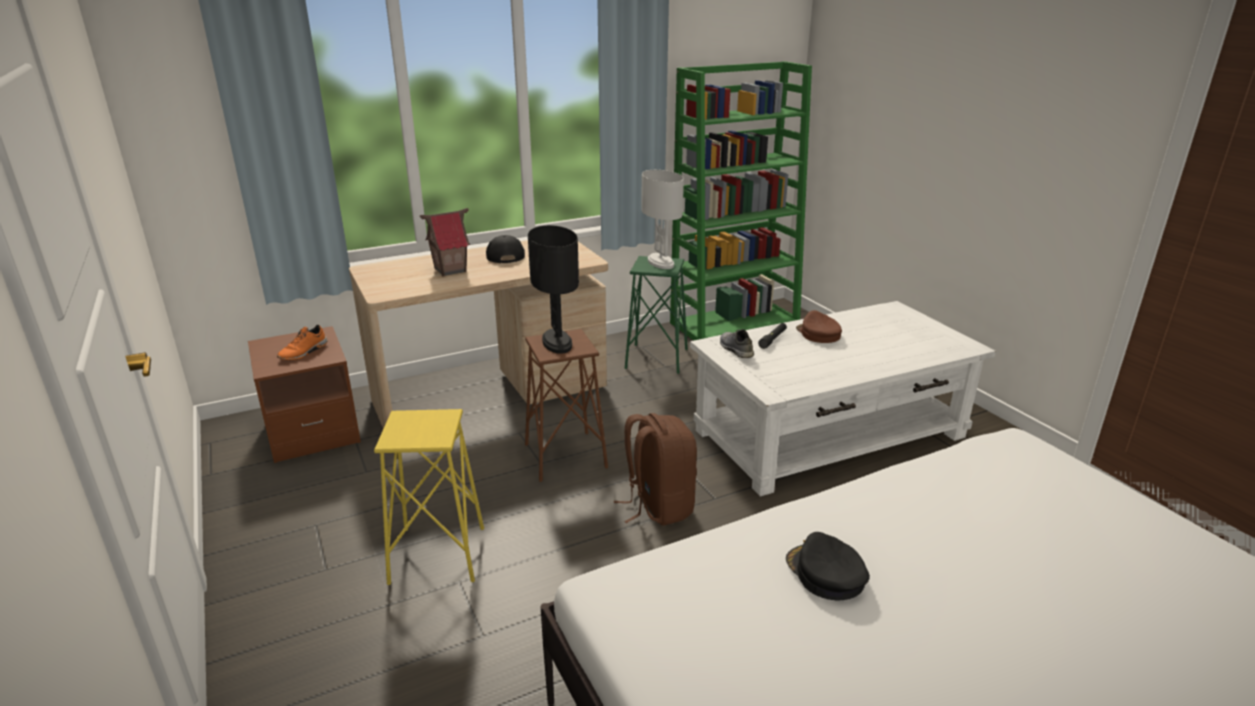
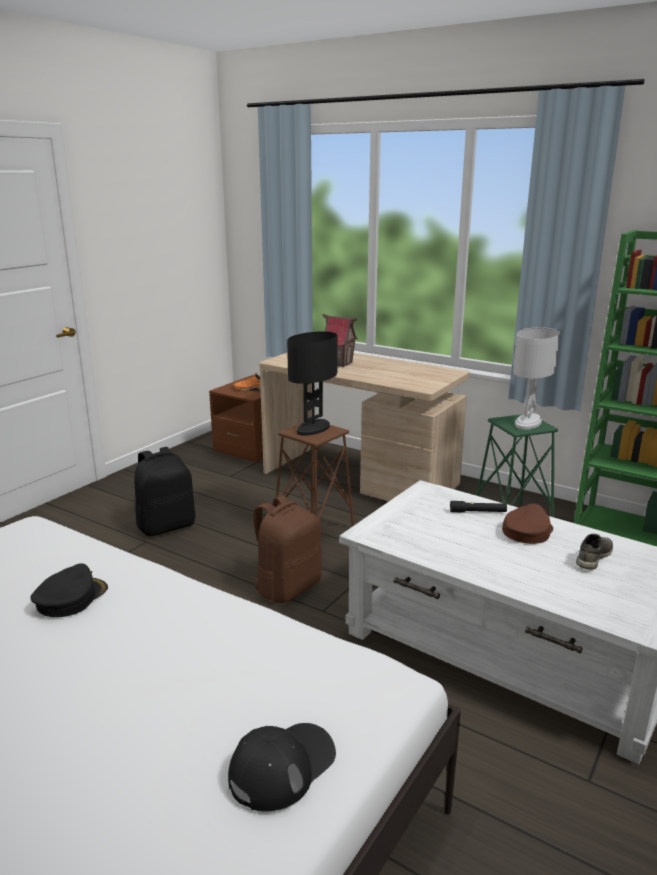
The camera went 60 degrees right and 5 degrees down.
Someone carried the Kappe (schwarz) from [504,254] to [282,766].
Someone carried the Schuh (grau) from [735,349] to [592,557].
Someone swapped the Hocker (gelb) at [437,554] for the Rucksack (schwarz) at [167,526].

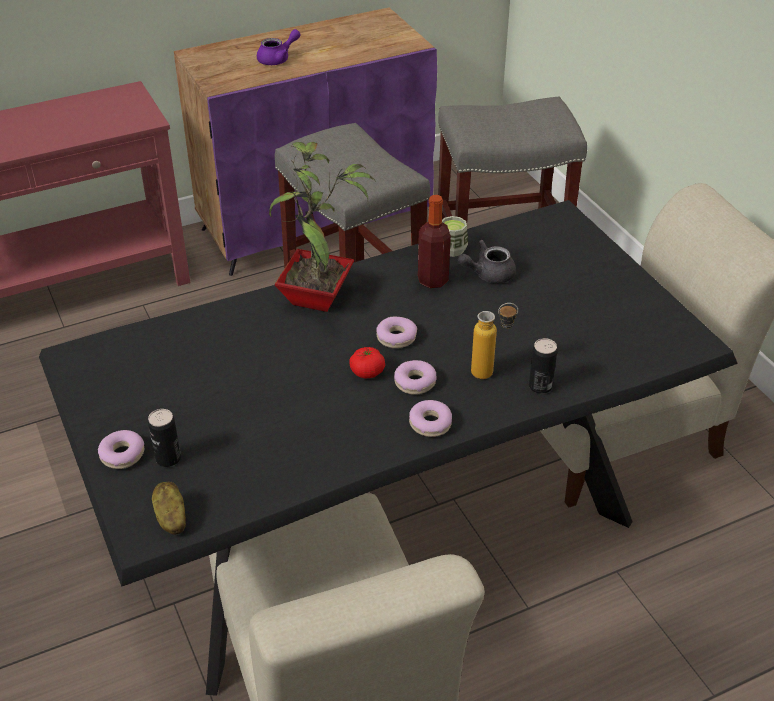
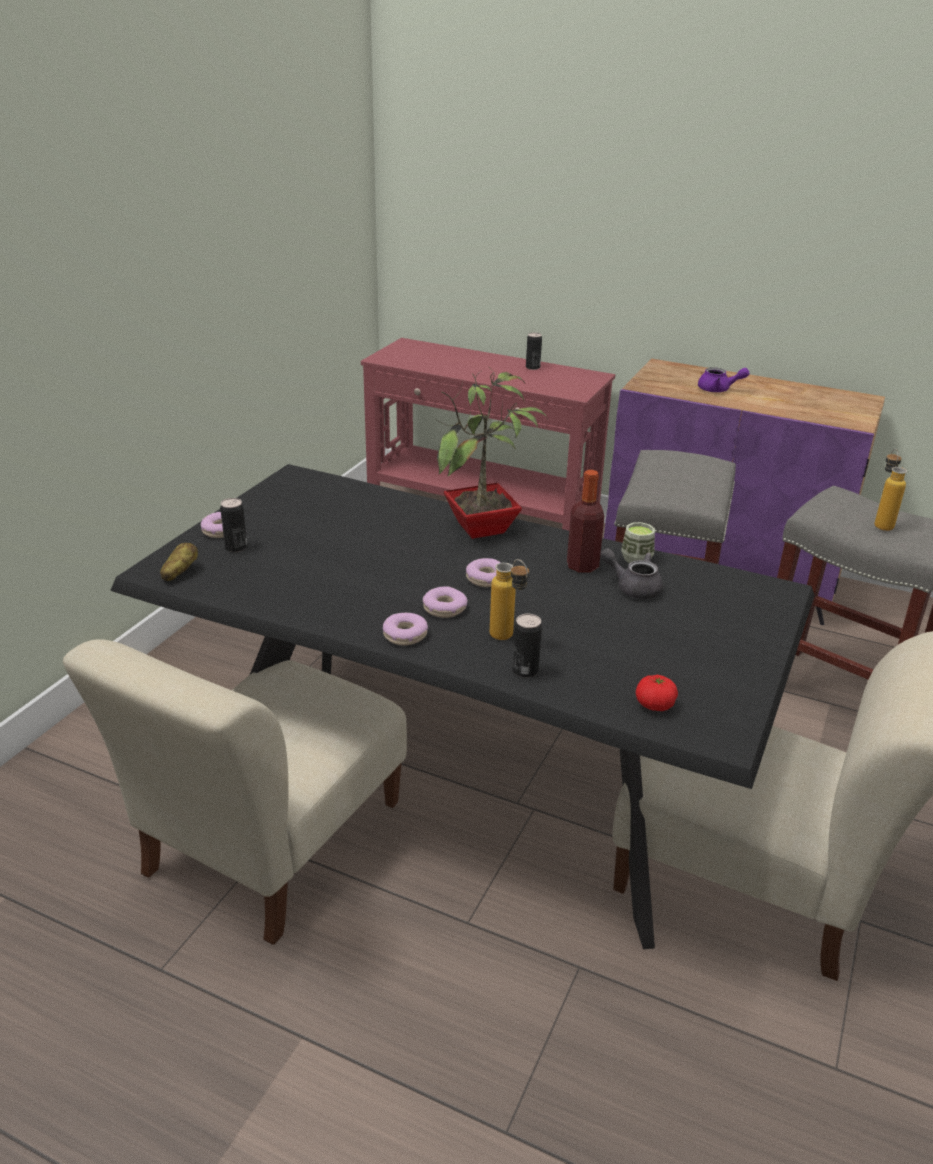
The camera went 50 degrees right and 10 degrees down.
Someone carried the Tomate from [367,372] to [654,705].
Someone put down the Dose at [532,367].
Someone put down the Flasche at [881,523].

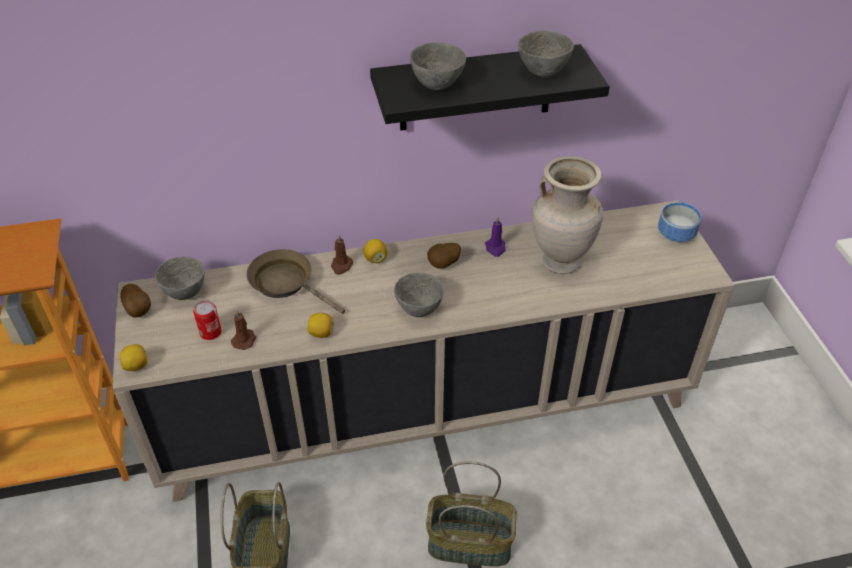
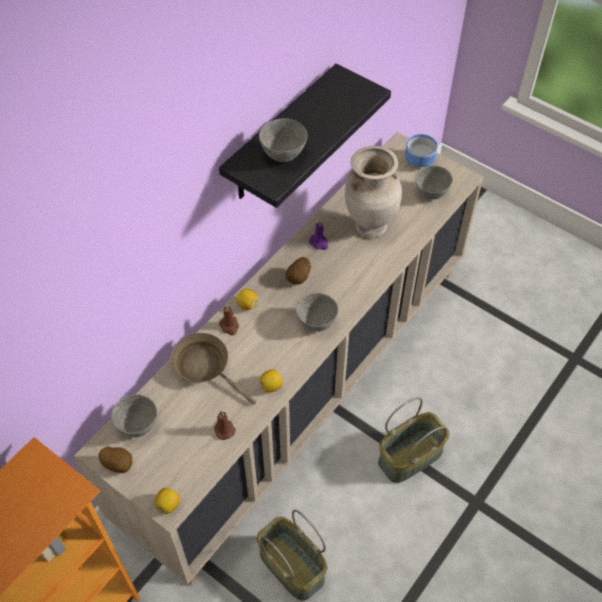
The camera went 40 degrees left and 10 degrees up.
Someone carried the Schüssel (grau) from [543,73] to [431,194].
Someone rotated the Pfanne (braun) at [286,283] by 45 degrees clockwise.
Someone took away the Dose at [210,332].

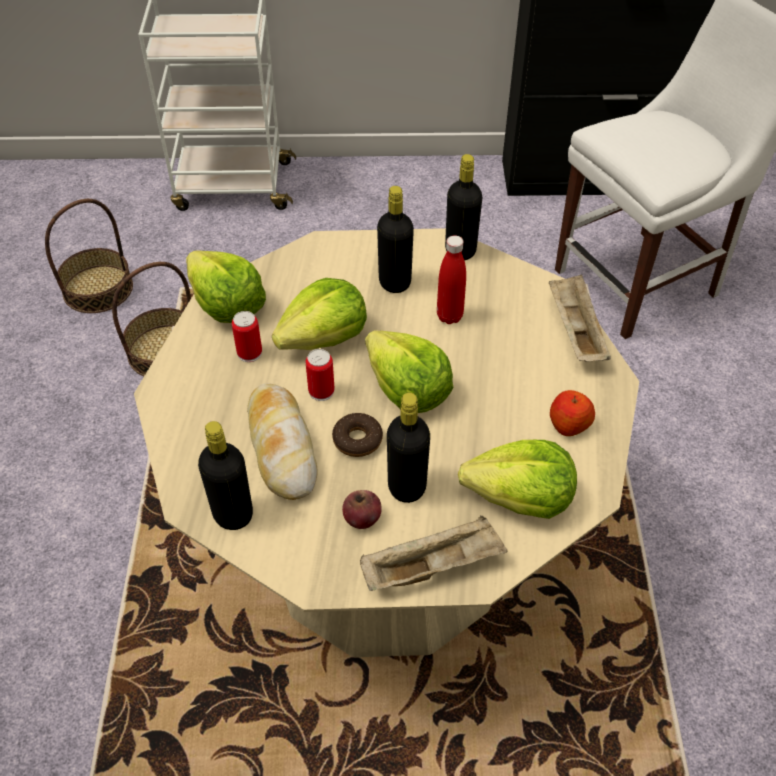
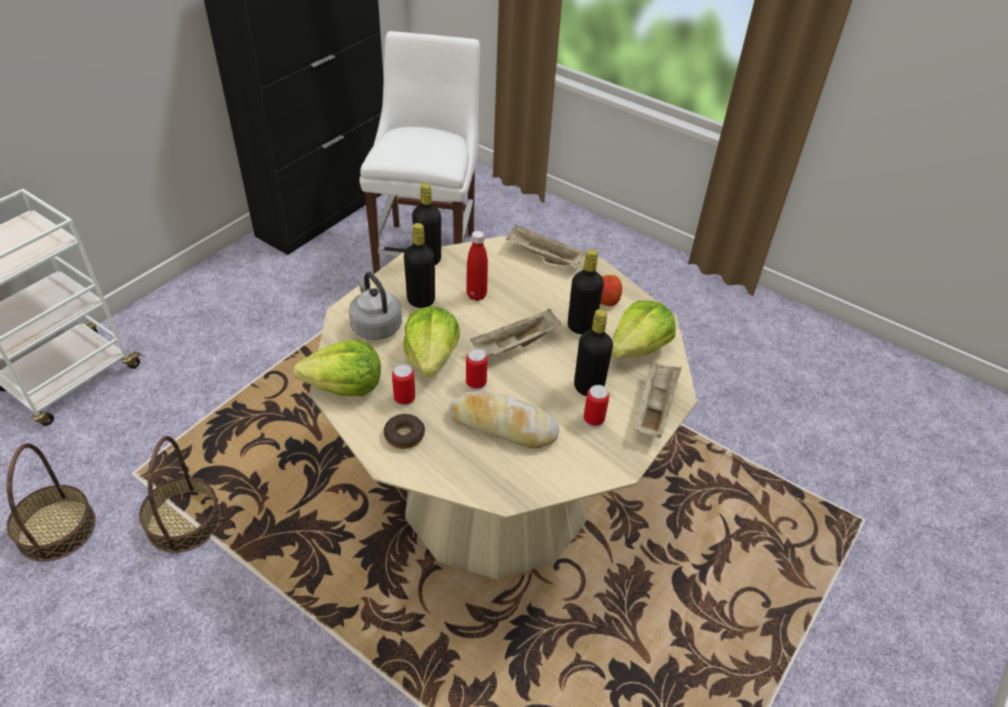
The camera went 55 degrees left and 5 degrees down.
Someone swapped the Salatkopf at [407,390] for the Tablett (beige) at [515,346].
Someone carried the Donut from [357,440] to [404,435].
Someone carried the Flasche (schwarz) from [233,514] to [581,326].
Someone swapped the Apfel at [362,518] for the Dose at [593,419].
Someone put down the Wasserkessel (grau) at [375,325].

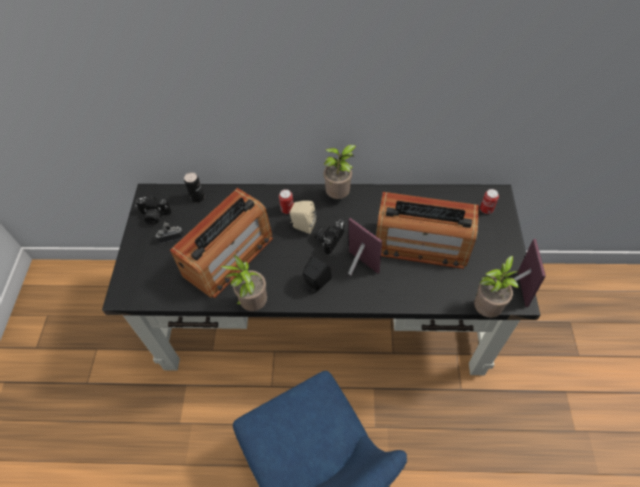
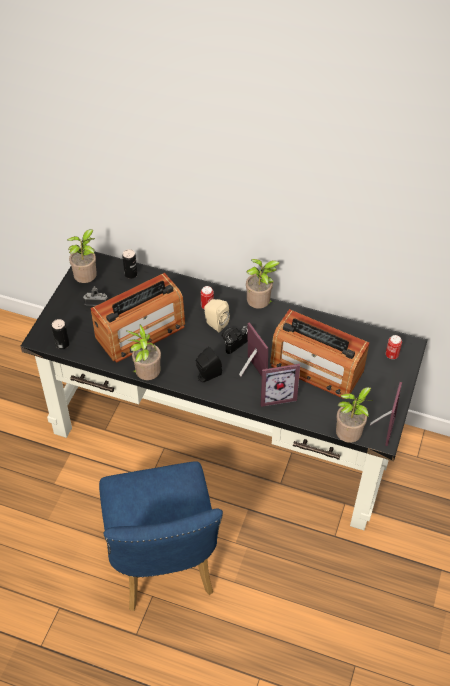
The camera went 15 degrees right and 5 degrees down.
Someone swapped the Kamera at [154,216] for the Topfpflanze at [87,280].
Someone put down the Dose at [62,344].
Someone put down the Bilderrahmen at [276,395].

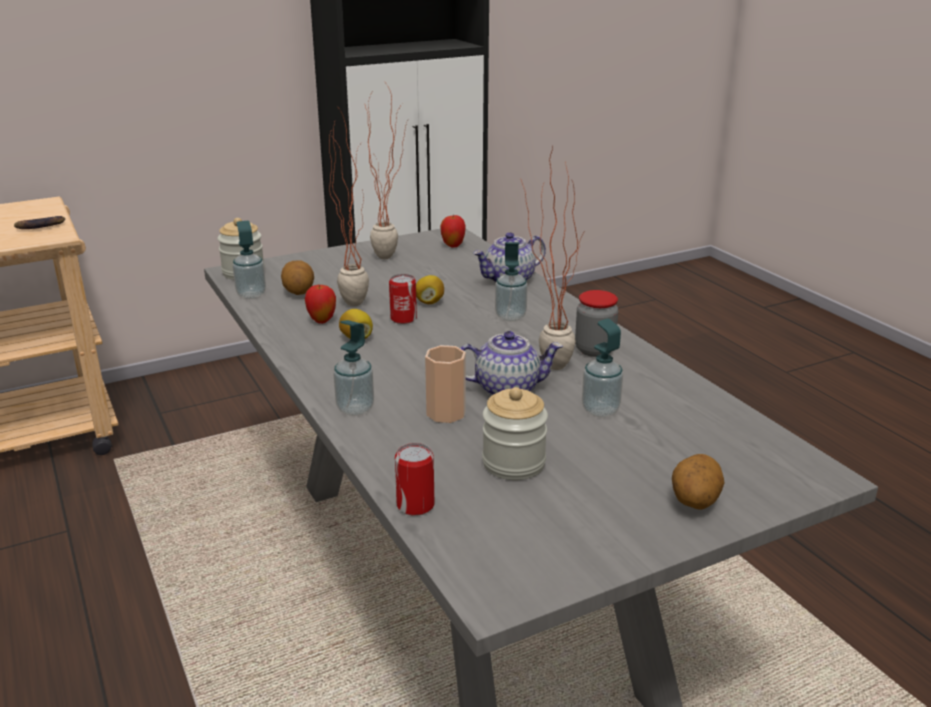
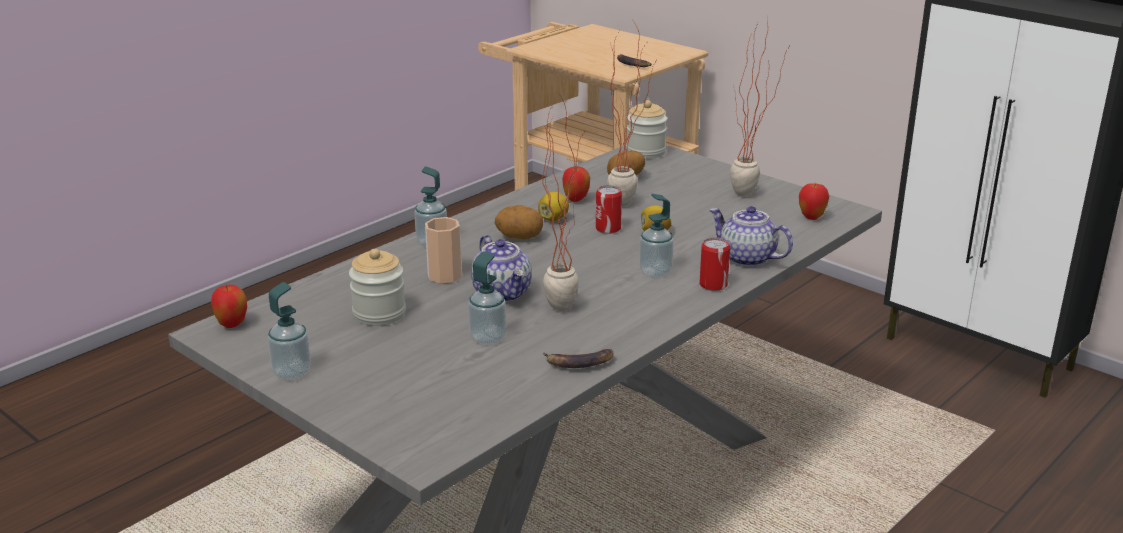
The camera went 70 degrees right and 0 degrees up.
Someone carried the Seifenspender from [251,295] to [292,372].
Someone took away the Vorratsglas at [594,350].
Someone carried the Dose from [415,505] to [713,285].
Someone carried the Kartoffel from [694,502] to [519,237].
Someone put down the Apfel at [232,325].
Someone put down the Banane at [579,362].

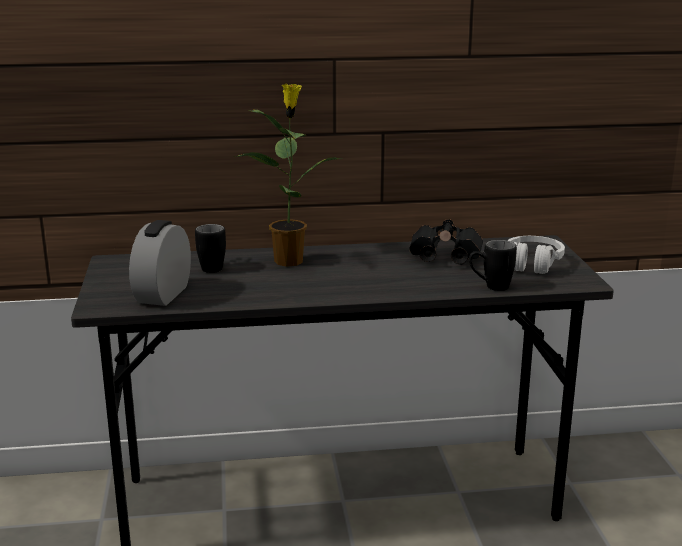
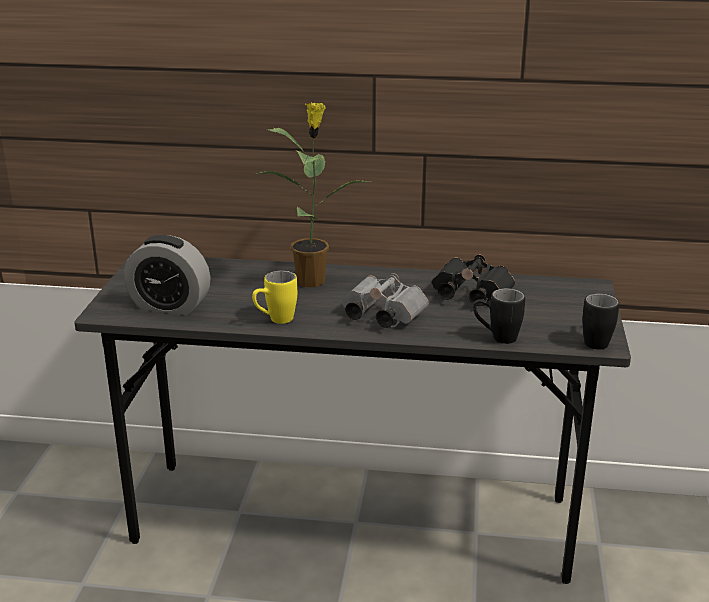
The camera went 15 degrees right and 5 degrees up.
Someone rotated the Wecker at [163,294] by 105 degrees counterclockwise.
Someone carried the Henkelbecher (schwarz) from [214,266] to [597,340].
Someone took away the Kopfhörer (weiß) at [532,264].
Someone put down the Henkelbecher (gelb) at [275,320].
Someone put down the Fernglas (grau) at [380,316].

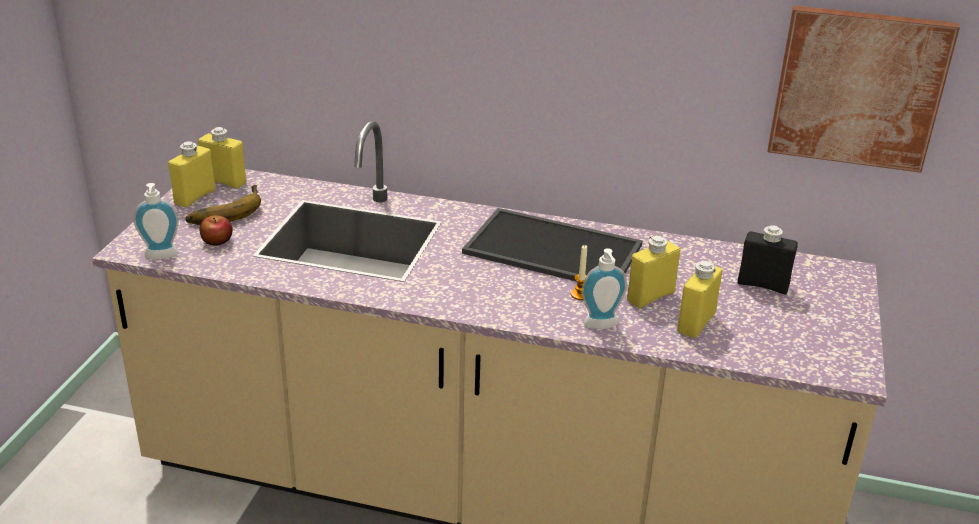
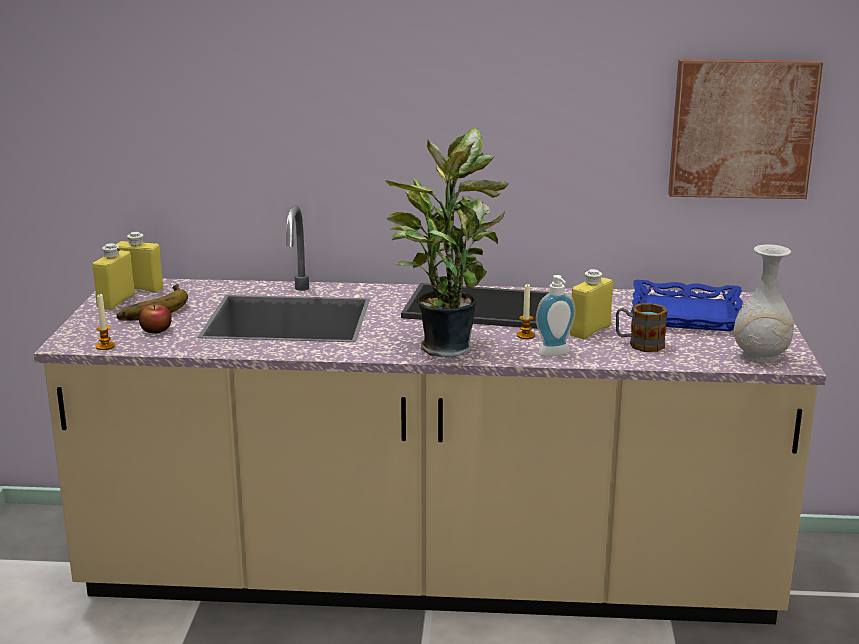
The camera went 10 degrees left and 10 degrees down.
Someone swapped the Seifenspender at [161,257] for the Kerze at [105,346].
Someone swapped the Flasche (schwarz) at [763,285] for the Tablett (blau) at [686,314].
Someone swapped the Flasche (gelb) at [696,323] for the Henkelbecher at [639,344].
Someone put down the Topfpflanze at [445,346].
Someone put down the Vase (weiß) at [760,356].

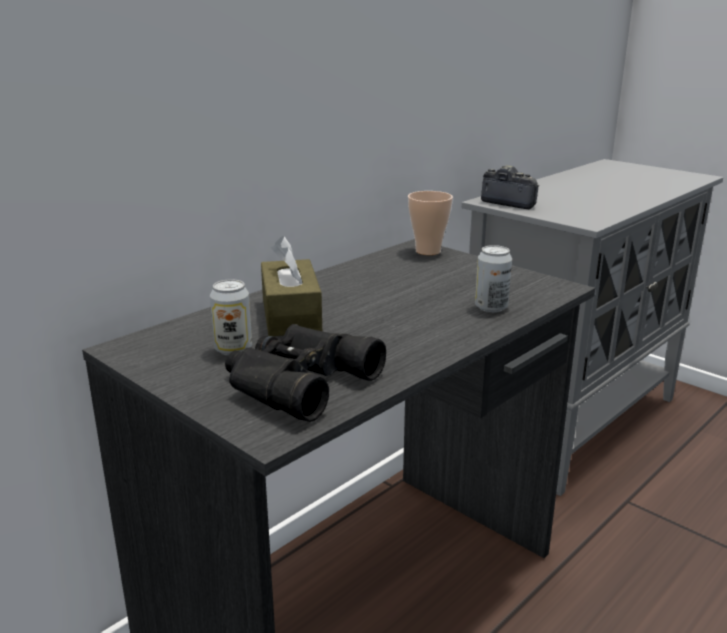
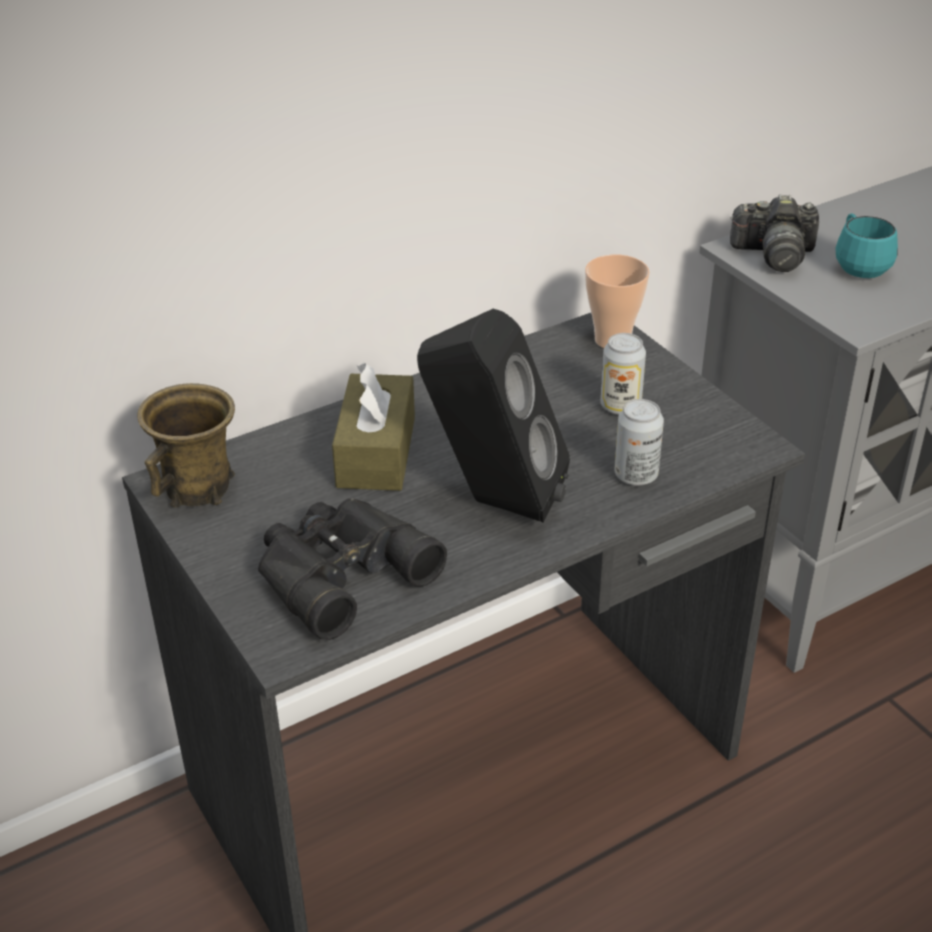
The camera went 15 degrees right and 15 degrees up.
Someone rotated the Kamera at [511,202] by 135 degrees clockwise.
Someone carried the Dose from [233,349] to [620,406].
Someone put down the Henkelbecher (türkis) at [858,266].
Someone put down the Lautsprecher (schwarz) at [492,501].
Someone put down the Henkelbecher (braun) at [199,487].

